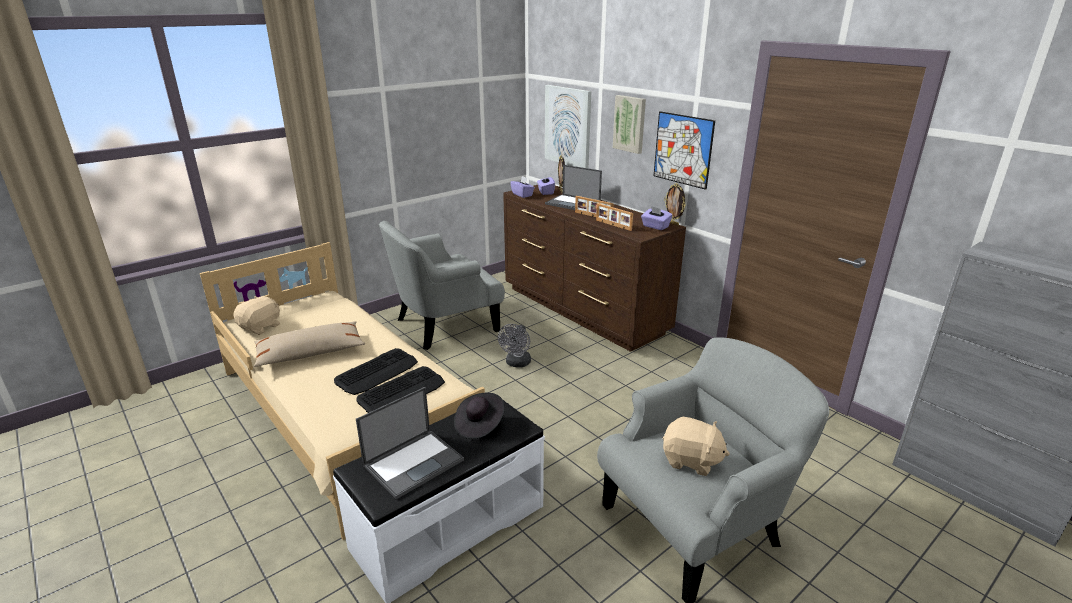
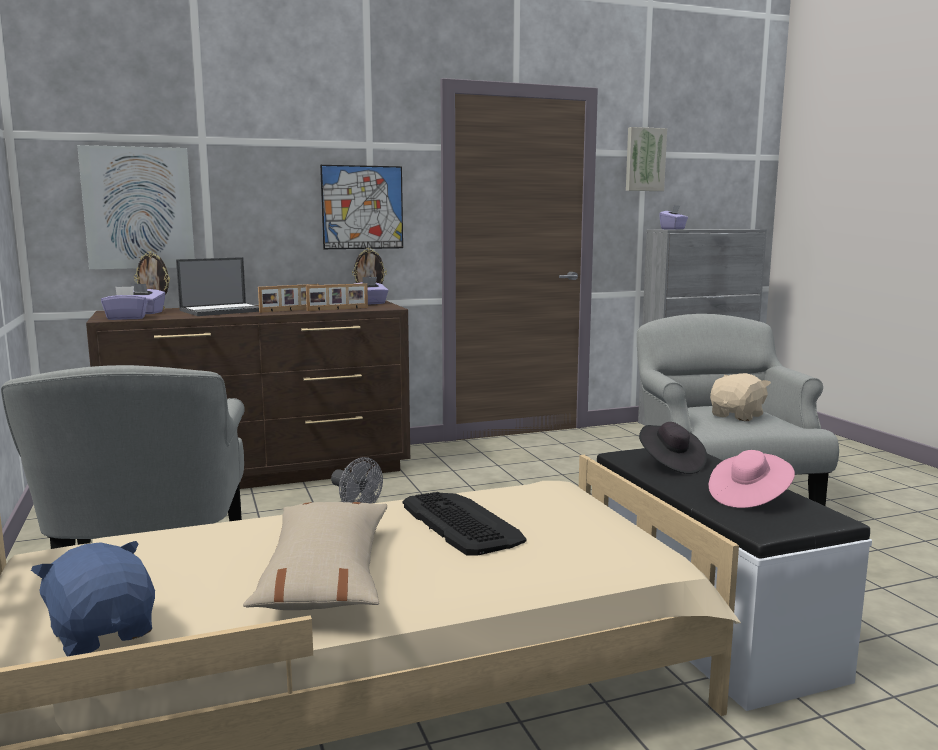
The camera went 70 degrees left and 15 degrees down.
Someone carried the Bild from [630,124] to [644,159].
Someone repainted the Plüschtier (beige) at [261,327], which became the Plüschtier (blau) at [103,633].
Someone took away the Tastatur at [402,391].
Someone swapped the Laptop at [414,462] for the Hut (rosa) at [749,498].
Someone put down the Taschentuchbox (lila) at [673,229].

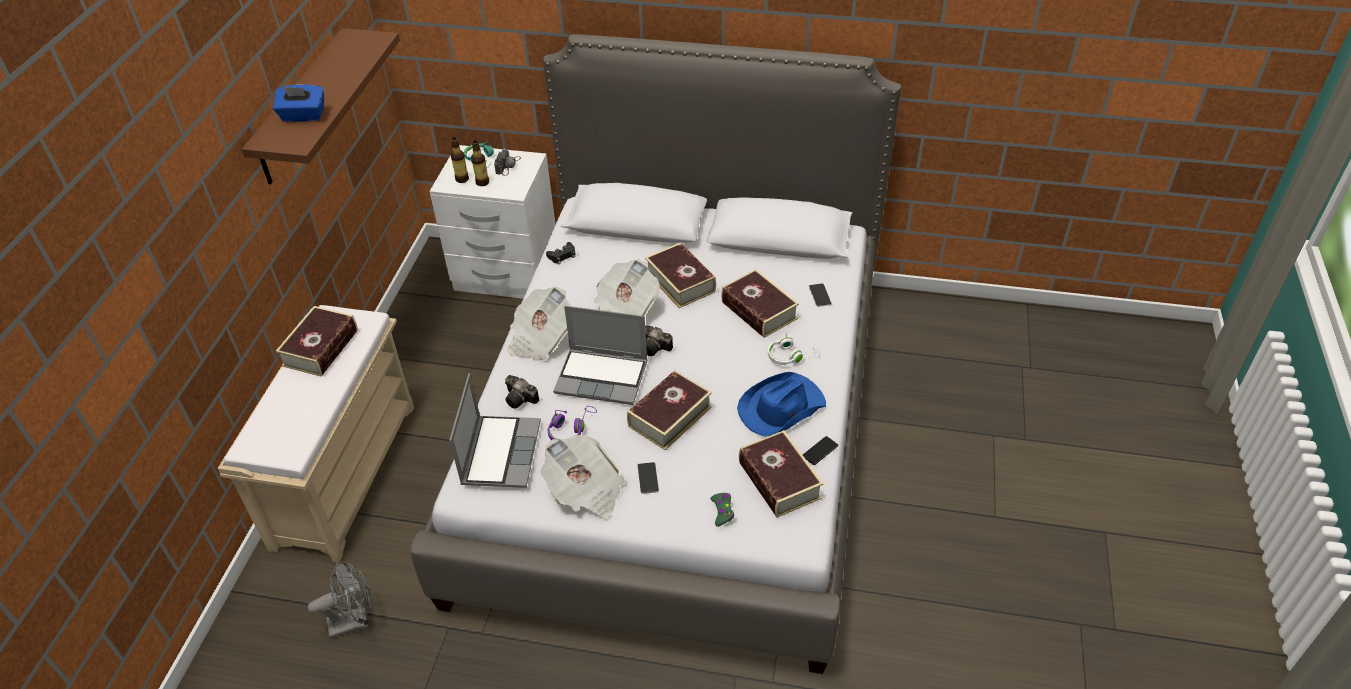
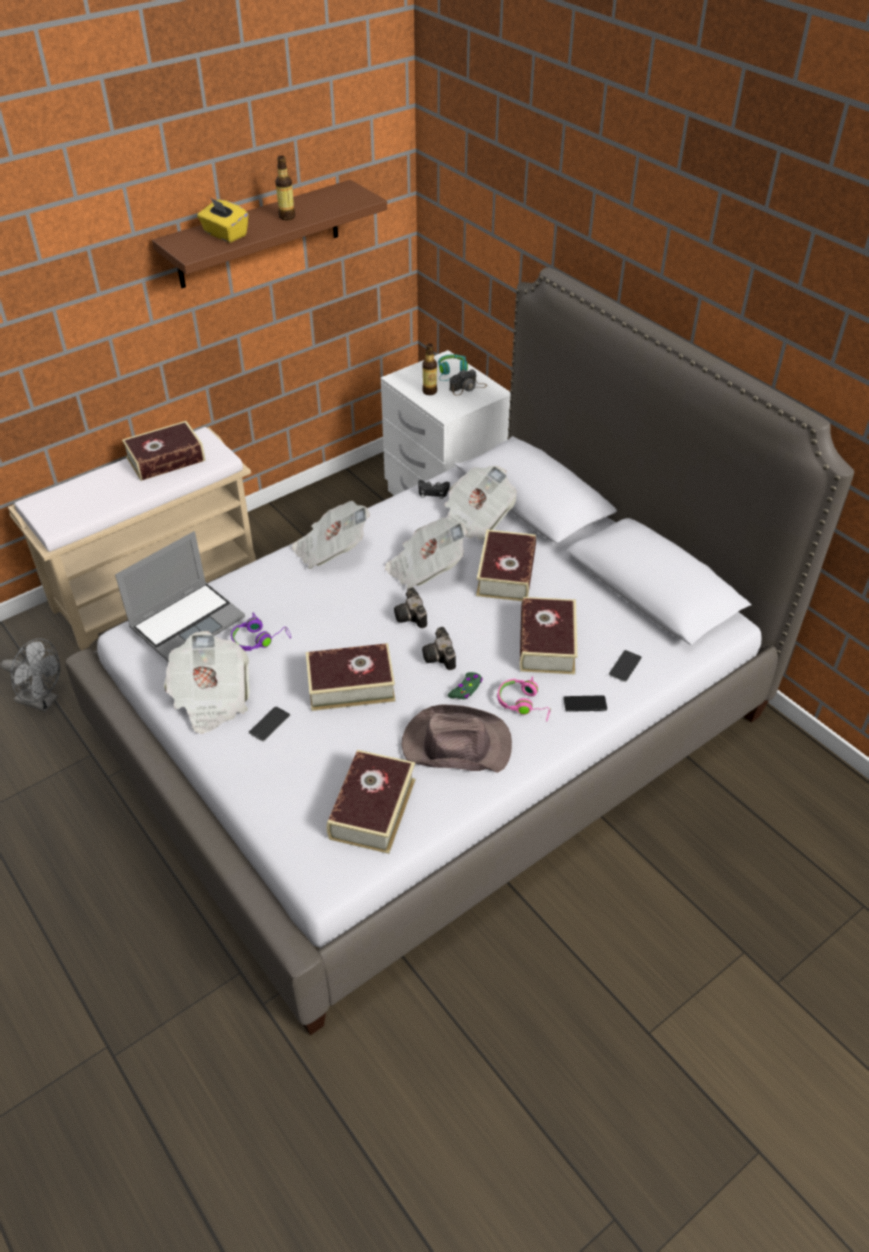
The camera went 40 degrees right and 0 degrees up.
Someone repainted the Taschentuchbox (blau) at [303,116], which became the Taschentuchbox (gelb) at [225,234].
Someone carried the Flasche from [462,179] to [287,217].
Someone took away the Laptop at [603,377].
Someone repainted the Kopfhörer (weiß) at [790,356], which became the Kopfhörer (rosa) at [524,704].
Someone repainted the Hut (blau) at [780,408], which became the Hut (braun) at [455,744].
Someone carried the Kamera from [521,399] to [440,658].
Someone carried the Handy from [820,451] to [585,704].
Someone carried the Gamepad (grün) from [722,511] to [466,689].
Someone put down the Zeitung at [475,519].

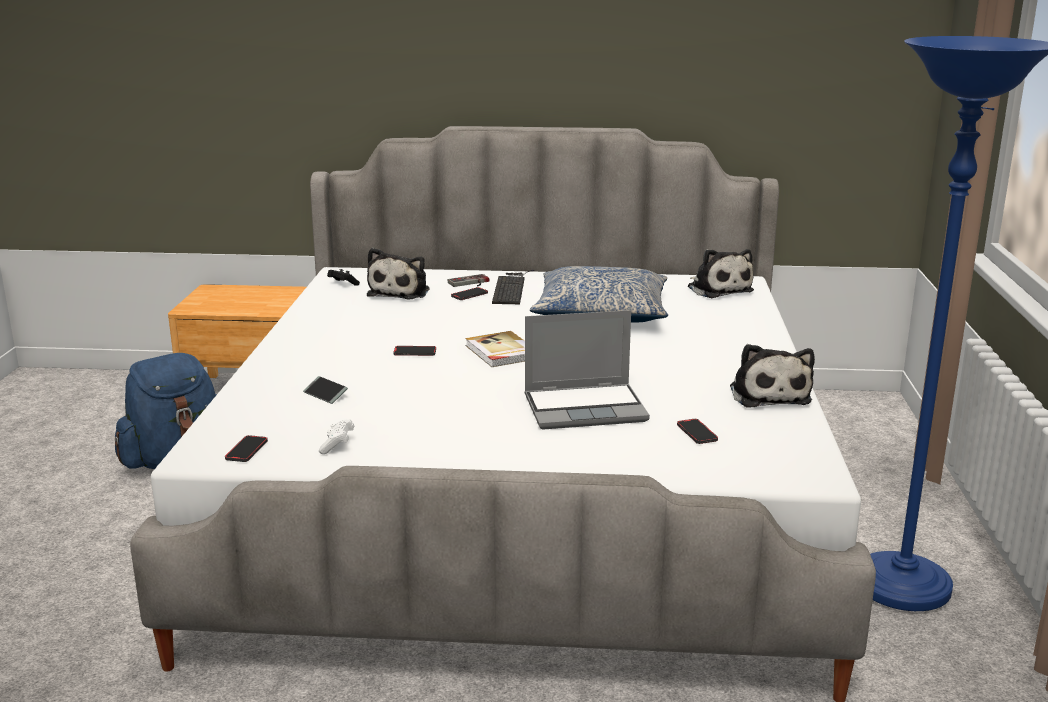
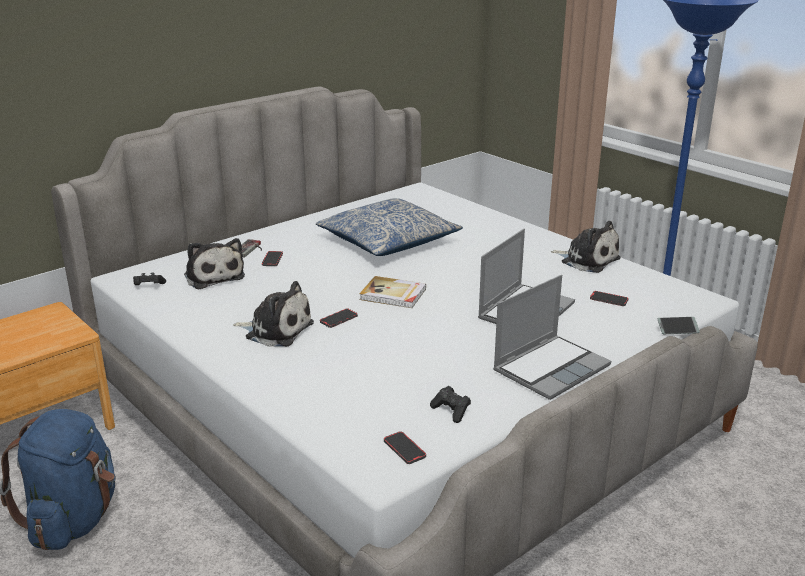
The camera went 45 degrees left and 5 degrees up.
Someone carried the Plüschtier from [718,289] to [276,330].
Someone took away the Tastatur at [511,287].
Someone carried the Handy from [325,394] to [677,329].
Someone repainted the Gamepad (weiß) at [337,445], which became the Gamepad (schwarz) at [451,411].
Someone put down the Laptop at [551,368].

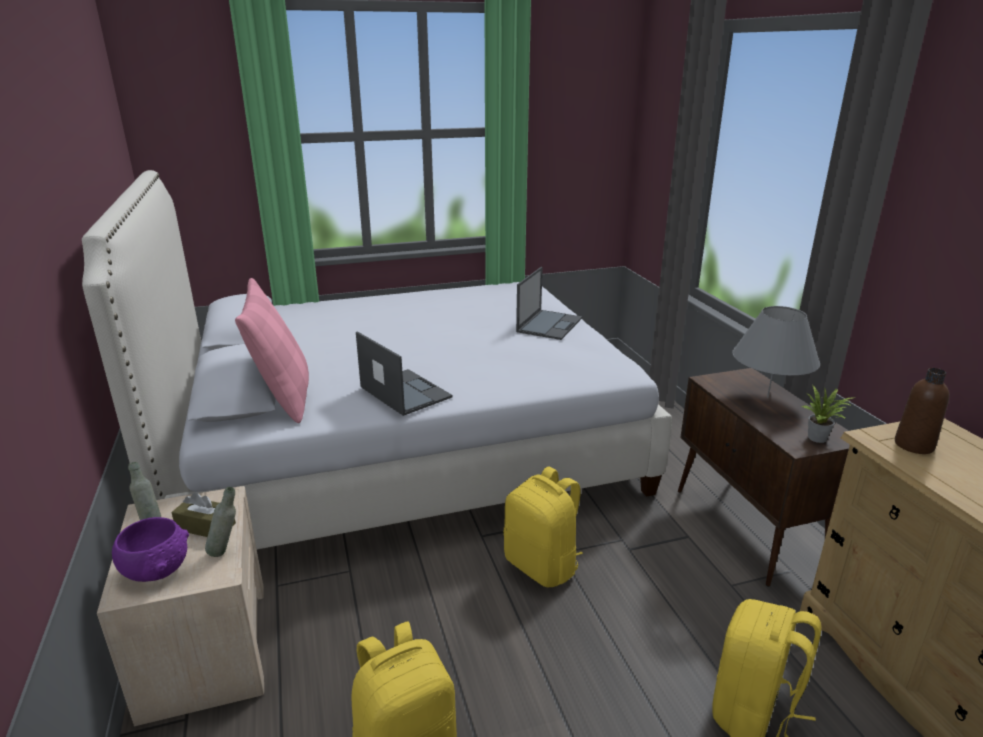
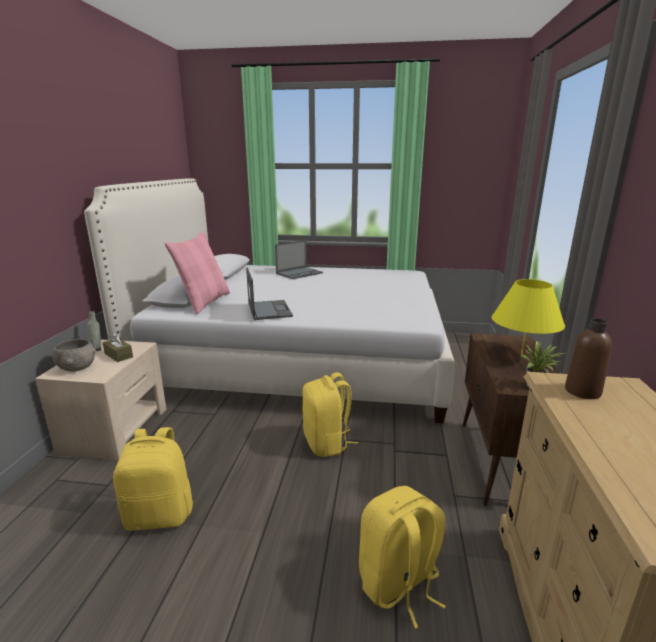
The camera went 25 degrees right and 5 degrees down.
Someone carried the Laptop from [549,324] to [299,273].
Someone repainted the Tischlampe (grau) at [767,397], which became the Tischlampe (gelb) at [521,354].
Someone took away the Flasche (grau) at [226,551].
Someone repainted the Schüssel (lila) at [156,569], which became the Schüssel (grau) at [77,367].

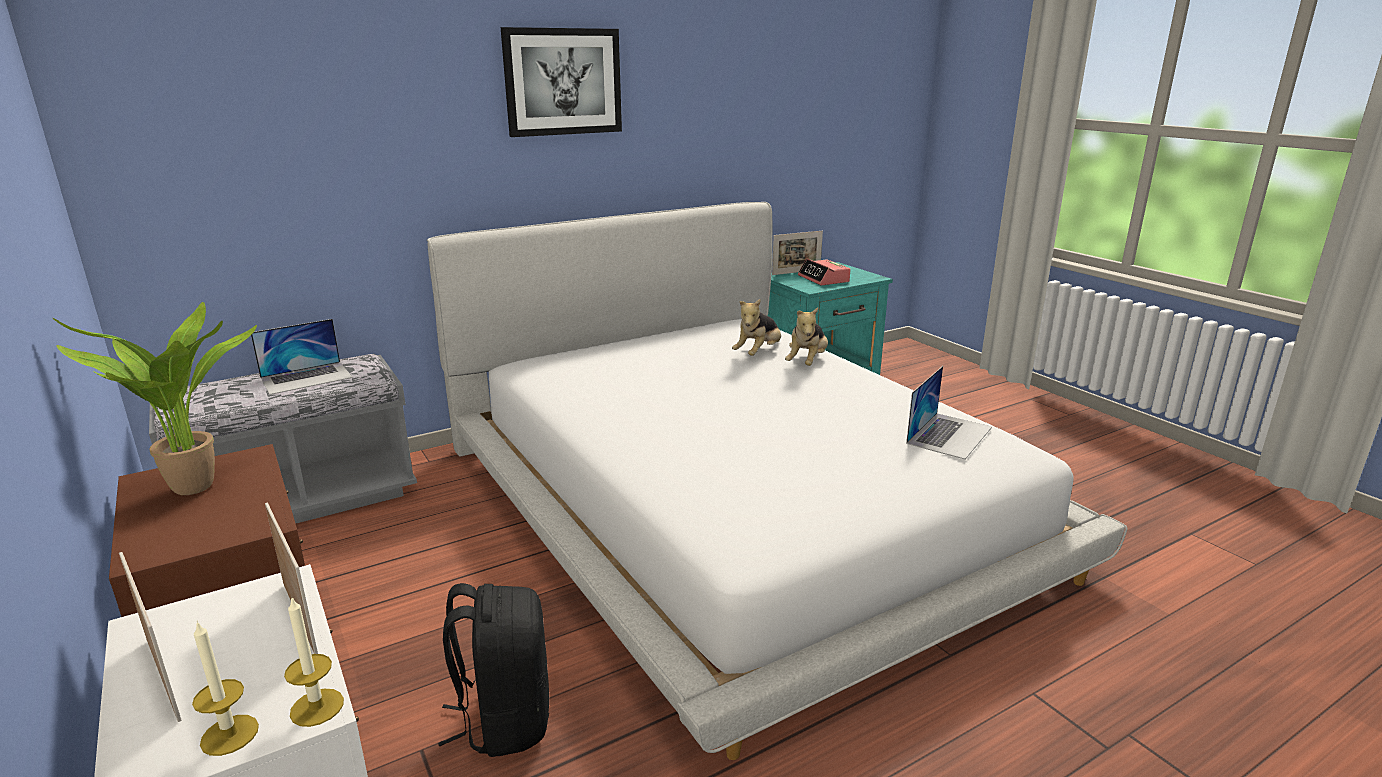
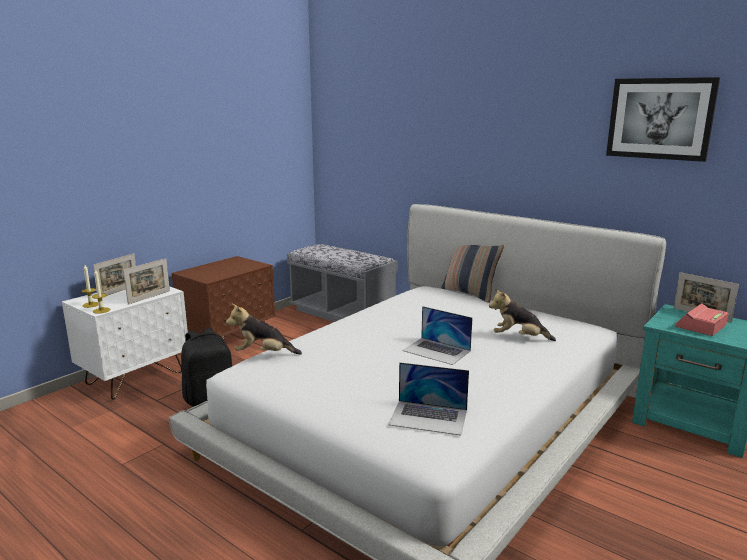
The camera went 70 degrees right and 5 degrees down.
Someone carried the Bild from [563,82] to [660,118].
Someone took away the Topfpflanze at [196,490].
Someone carried the Plüschtier from [807,362] to [263,354].
Someone carried the Laptop from [307,377] to [436,351].
Someone put down the Kissen at [470,293].

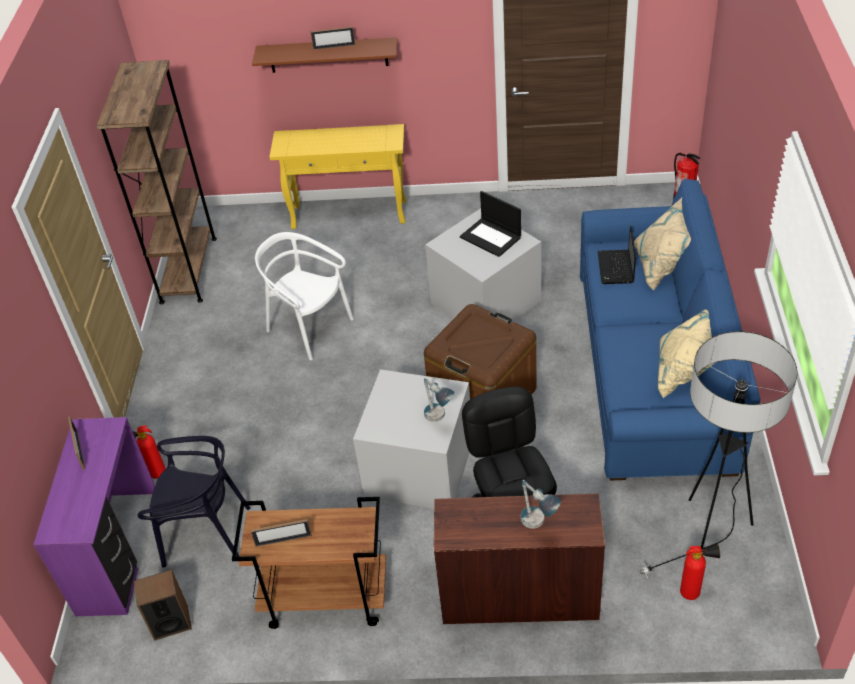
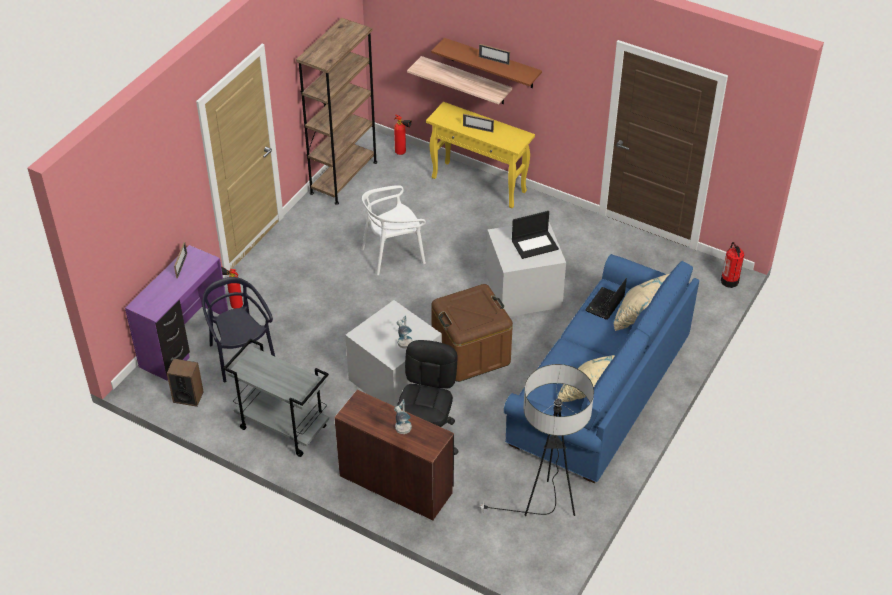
The camera went 25 degrees right and 0 degrees up.
Someone rotated the Laptop at [491,237] by 90 degrees counterclockwise.
Someone rotated the Stuhl (weiß) at [309,328] by 90 degrees counterclockwise.
Someone rotated the Stuhl (schwarz) at [205,533] by 150 degrees counterclockwise.
Someone repainted the Rollwagen (braun) at [324,599], which became the Rollwagen (grau) at [282,428].
Someone carried the Bilderrahmen from [283,540] to [478,128].
Someone carried the Feuerlöscher from [694,592] to [402,153].
Someone put up the Wandregal at [466,81].

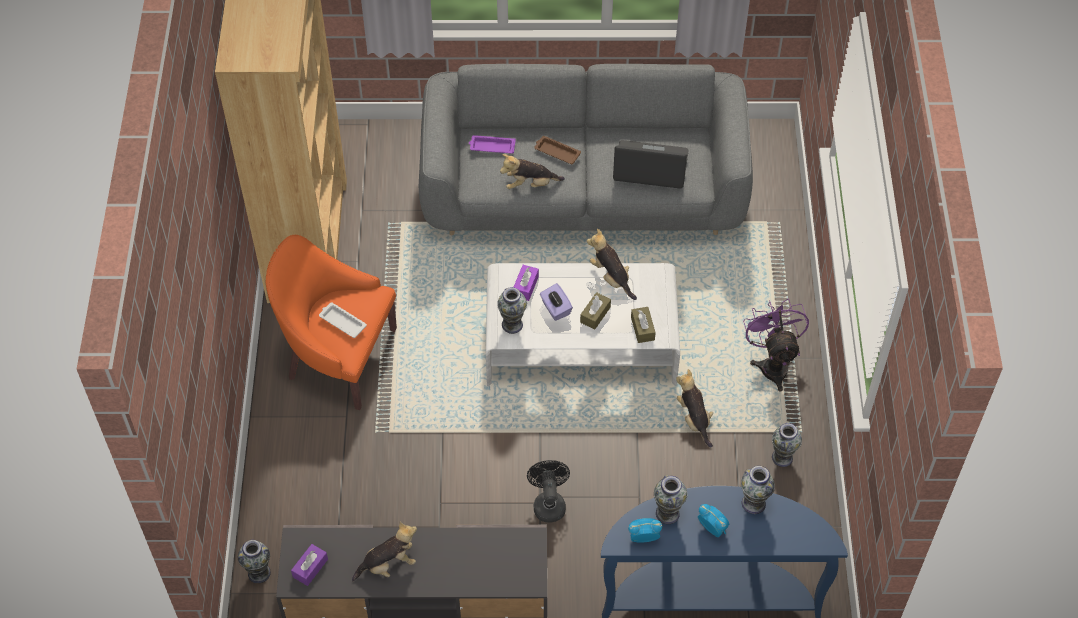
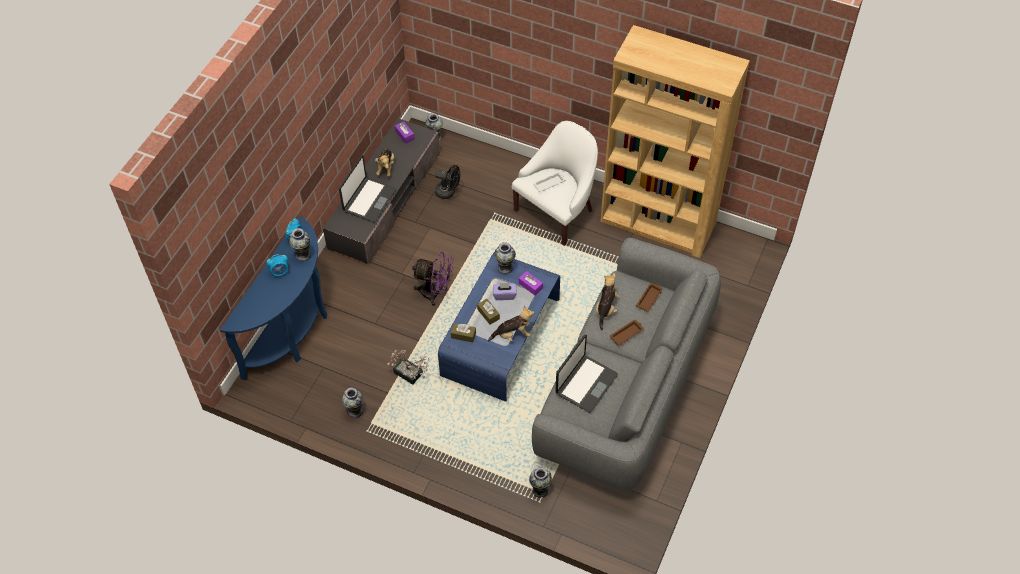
The camera went 115 degrees right and 0 degrees up.
Someone repainted the Tablett (lila) at [491,147], which became the Tablett (braun) at [649,298].
Someone repainted the Sessel (orange) at [339,357], which became the Sessel (weiß) at [557,212].
Someone repainted the Couchtisch (weiß) at [580,344], which became the Couchtisch (blau) at [500,337].
Someone carried the Ventilator (lila) from [772,364] to [435,293].
Someone swapped the Plüschtier at [694,419] for the Topfpflanze at [410,375].
Someone carried the Ventilator (schwarz) from [548,503] to [448,192].
Someone carried the Vase from [753,503] to [540,491].
Someone put down the Laptop at [369,200].

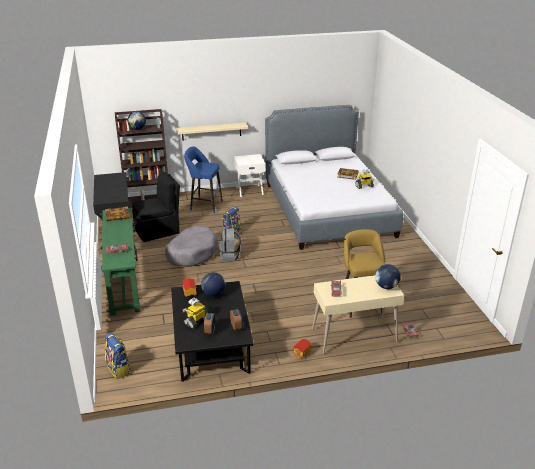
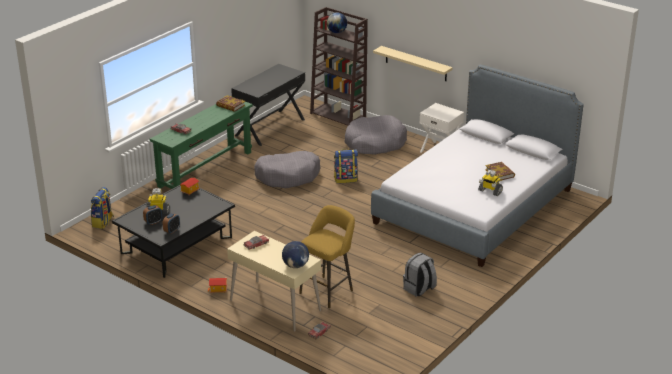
The camera went 50 degrees right and 0 degrees up.
Someone swapped the Hocker (blau) at [204,205] for the Hundebett (grau) at [375,143].
Someone took away the Stuhl (schwarz) at [158,231].
Someone carried the Rucksack (grau) from [230,256] to [419,289].
Someone took away the Globus at [213,294].

